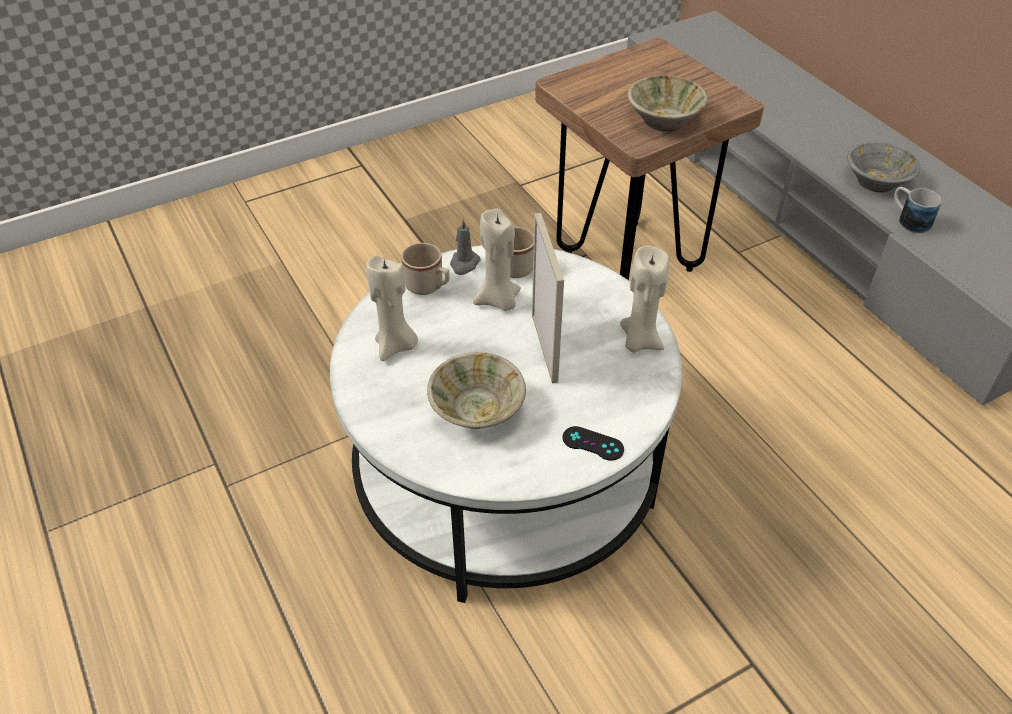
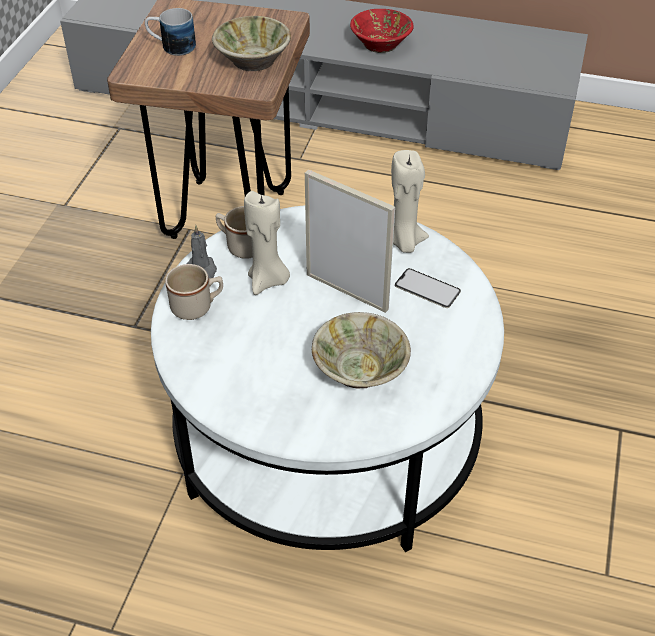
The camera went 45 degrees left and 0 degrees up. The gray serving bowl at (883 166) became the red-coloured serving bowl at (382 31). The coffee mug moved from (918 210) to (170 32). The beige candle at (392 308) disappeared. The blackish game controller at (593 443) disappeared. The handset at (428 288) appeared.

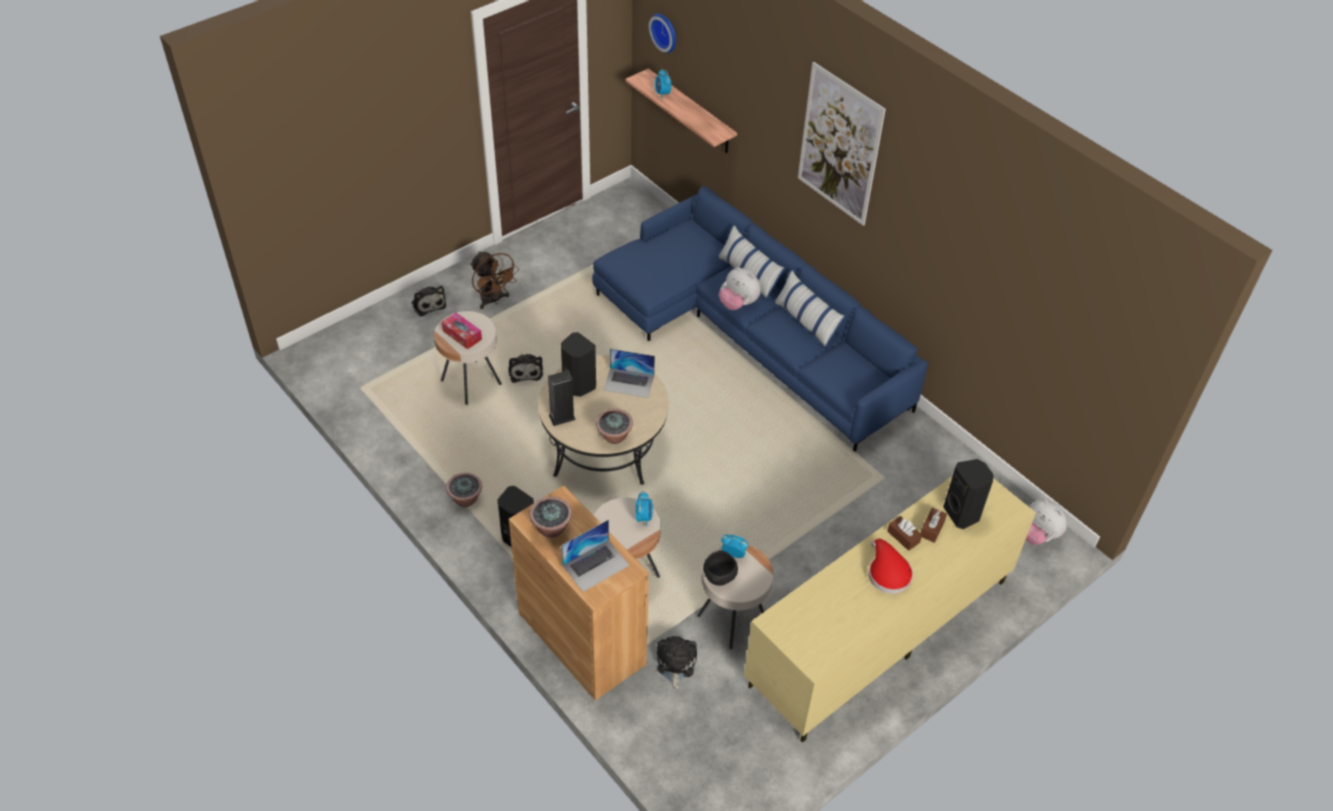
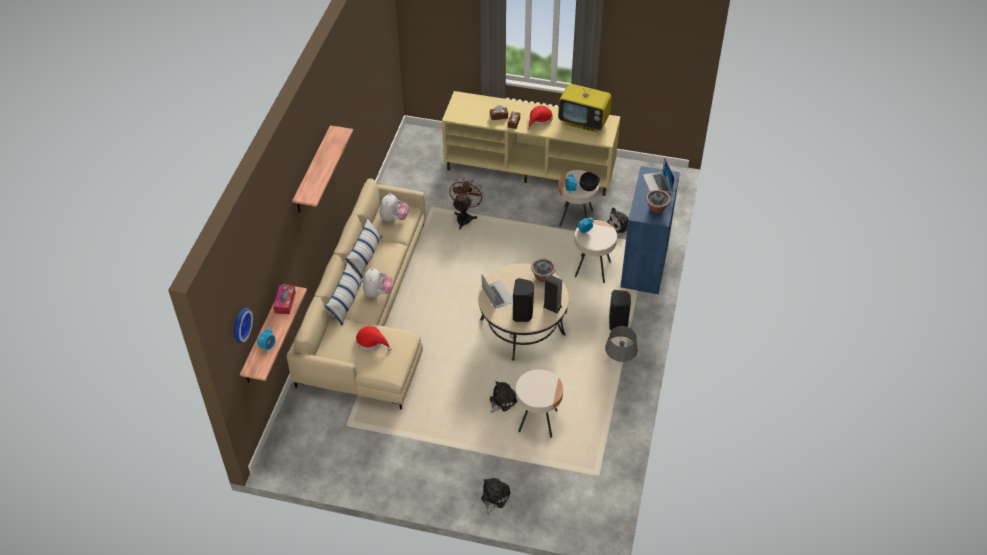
The camera went 125 degrees left and 0 degrees up. The picture at (842 144) was replaced by the shelf at (322 169). The blue-coloured settee at (760 319) became the beige settee at (356 294). The brownish electric fan moved from (494 280) to (466 203). The tissue box moved from (461 331) to (284 299). The blackish speaker at (968 494) disappeared. The houseplant at (464 490) was replaced by the gray tabletop lamp at (621 344). The brownish cabinet at (579 593) became the blue-coloured cabinet at (650 230). The cuddly toy moved from (1047 522) to (394 207). The laptop at (595 555) turned 120 degrees counterclockwise. The TV set at (585 104) appeared. The red-coloured clothing hat at (374 338) appeared.

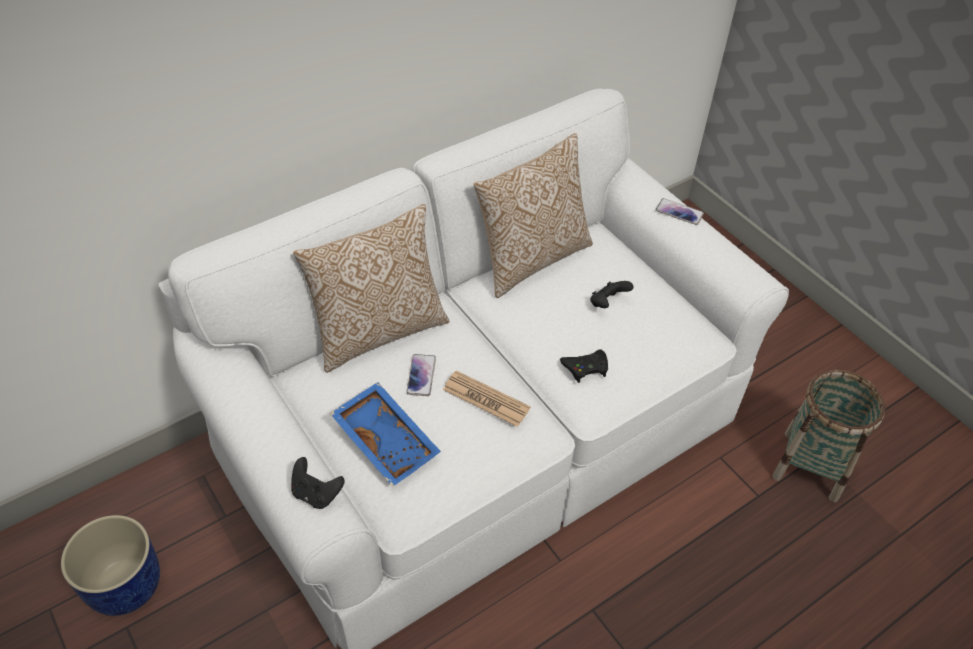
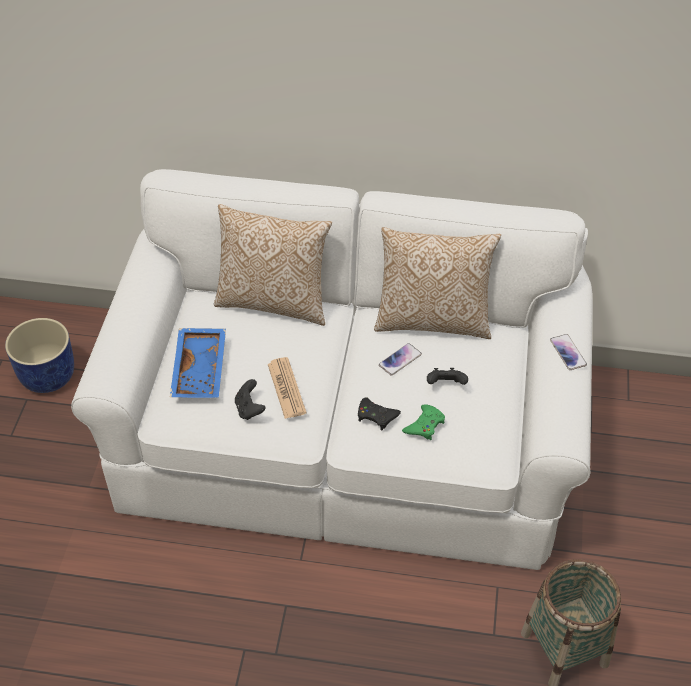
The camera went 45 degrees right and 0 degrees up. The handset moved from (421 375) to (400 359). The blackish game controller moved from (317 483) to (250 399). The green game controller at (423 422) appeared.

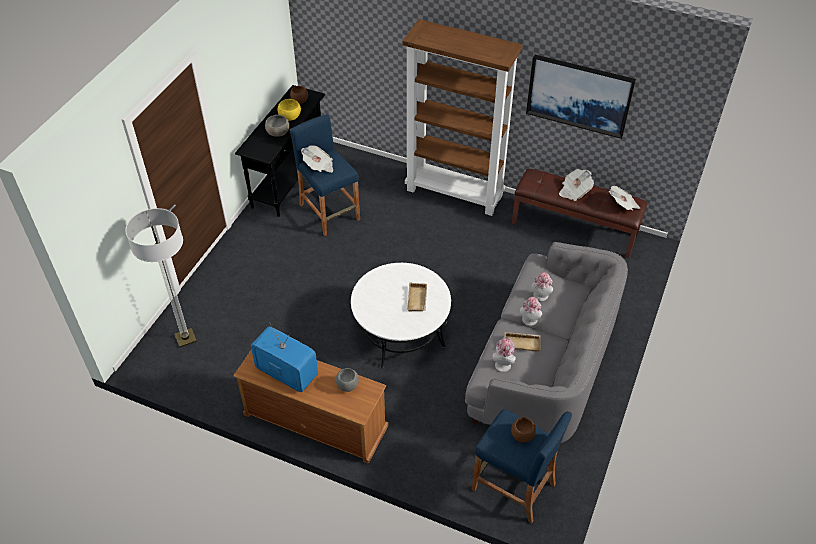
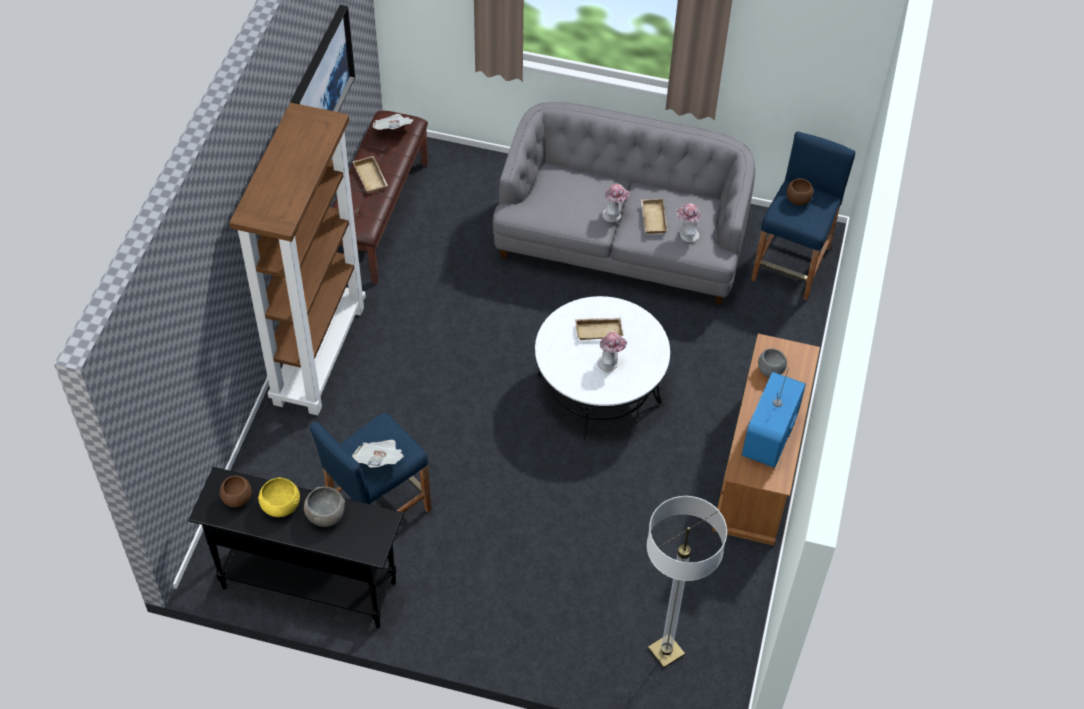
The camera went 100 degrees left and 5 degrees up. The newspaper at (576 185) was replaced by the beige serving tray at (370 175). The clothing hat moved from (542 286) to (612 351).

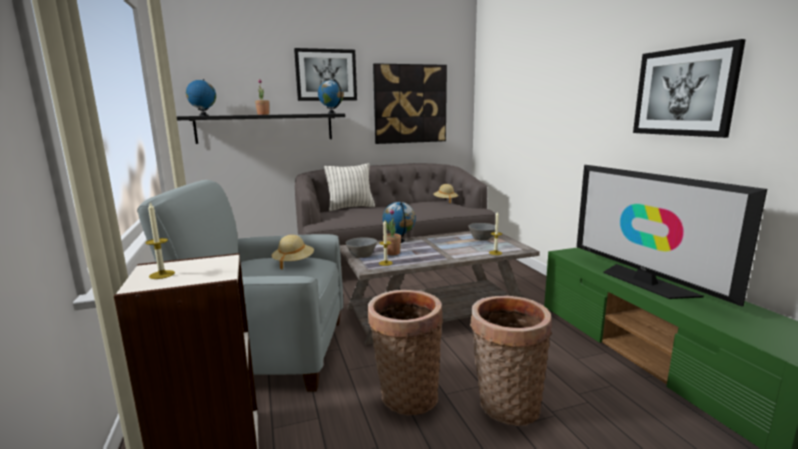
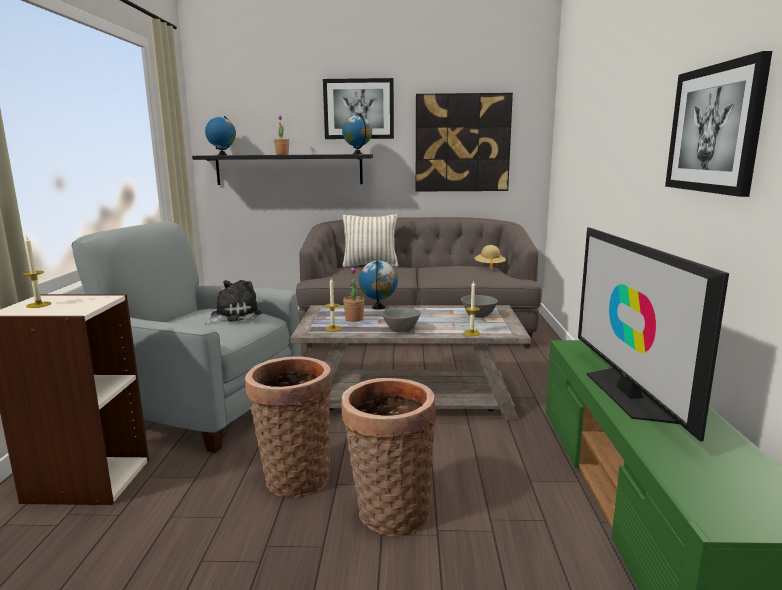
The camera went 20 degrees right and 0 degrees up. The beige clothing hat at (293 252) was replaced by the cuddly toy at (233 302). The gray serving bowl moved from (361 247) to (401 320).

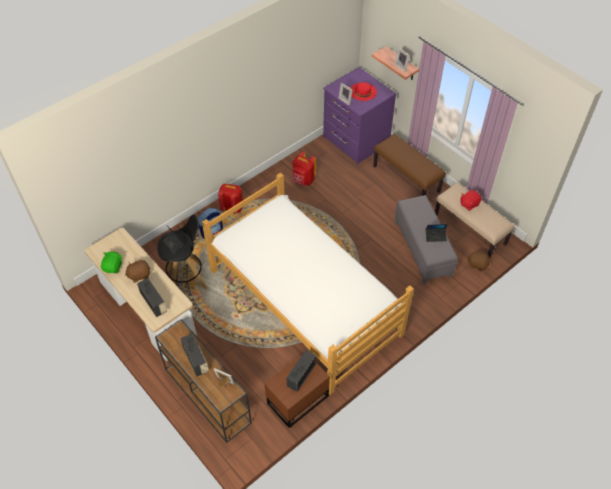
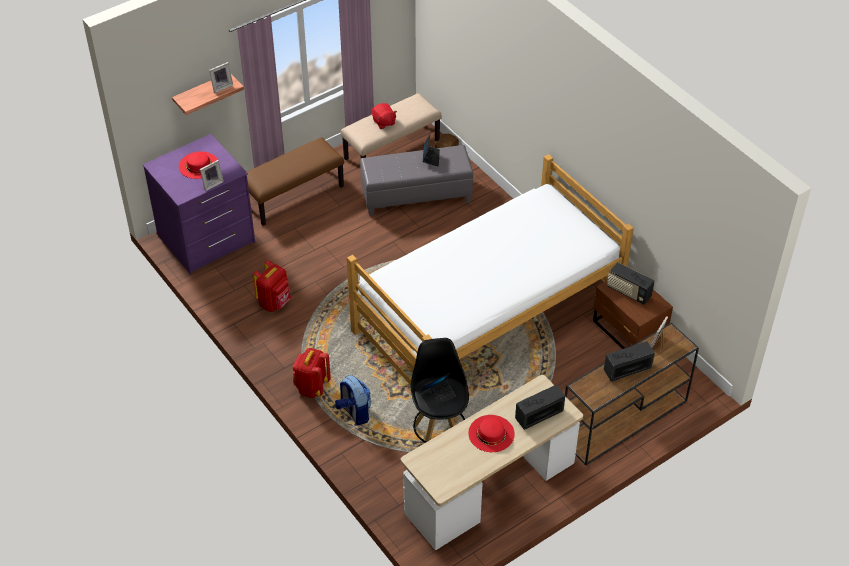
The camera went 85 degrees left and 5 degrees down. The green cuddly toy at (111 262) disappeared. The brownish cuddly toy at (137 271) was replaced by the red-coloured clothing hat at (491 433).

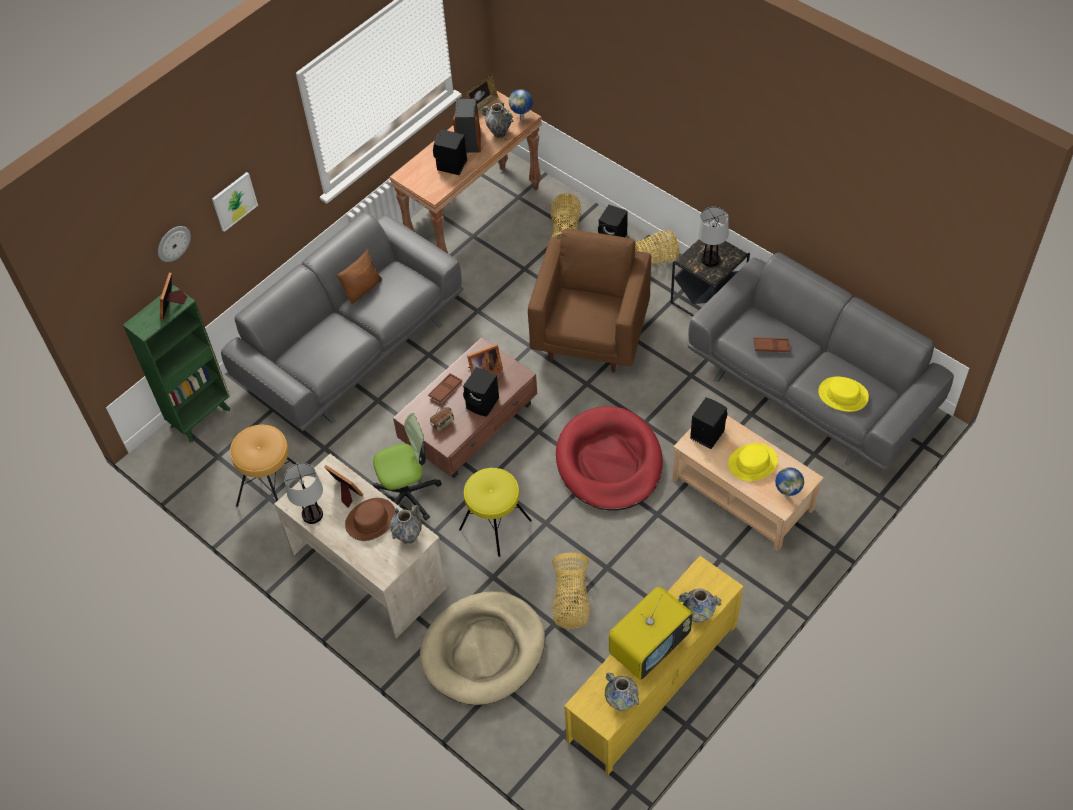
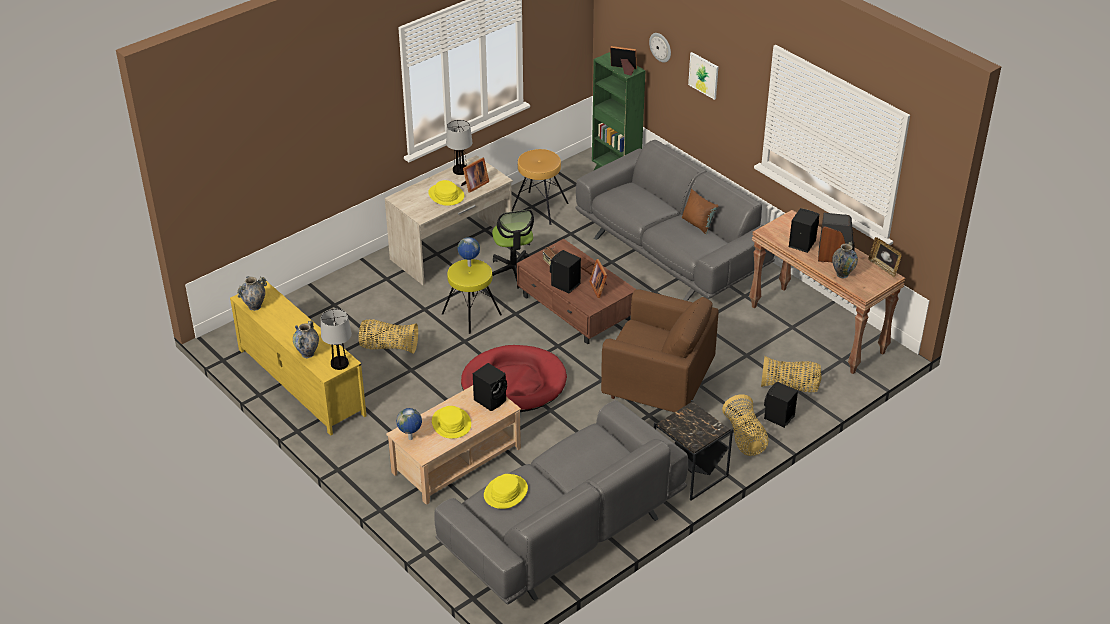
The camera went 95 degrees right and 15 degrees down. The desk globe moved from (521 105) to (468 252). The tabletop lamp moved from (713 237) to (336 339). The brownish serving tray at (772 344) disappeared. The brownish clothing hat at (370 519) became the yellow-coloured clothing hat at (446 193). The decorative vase at (406 524) disappeared. The TV set at (651 633) disappeared. The beige dog bed at (482 648) disappeared.

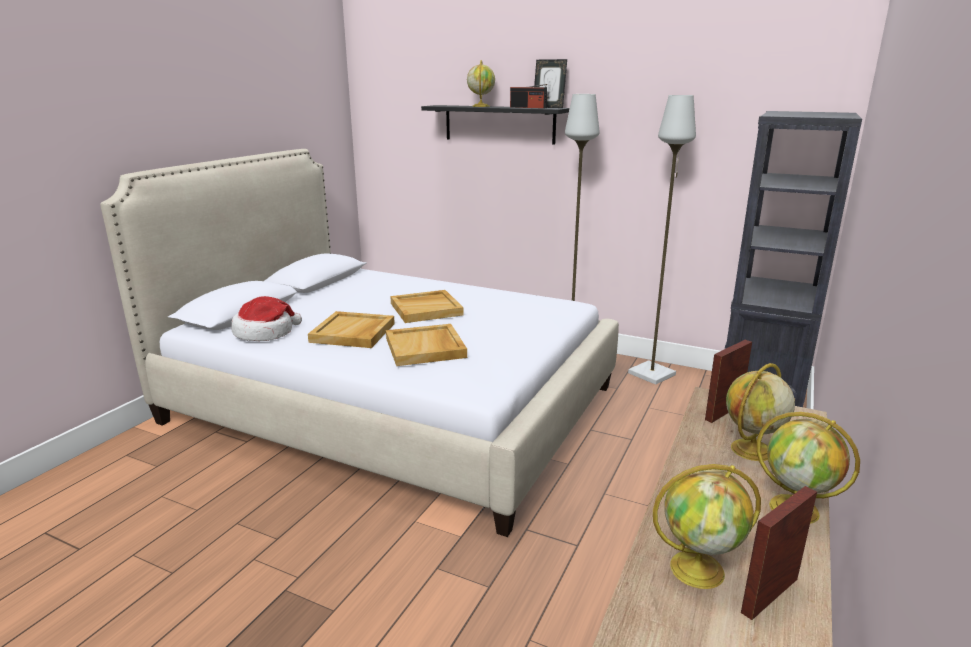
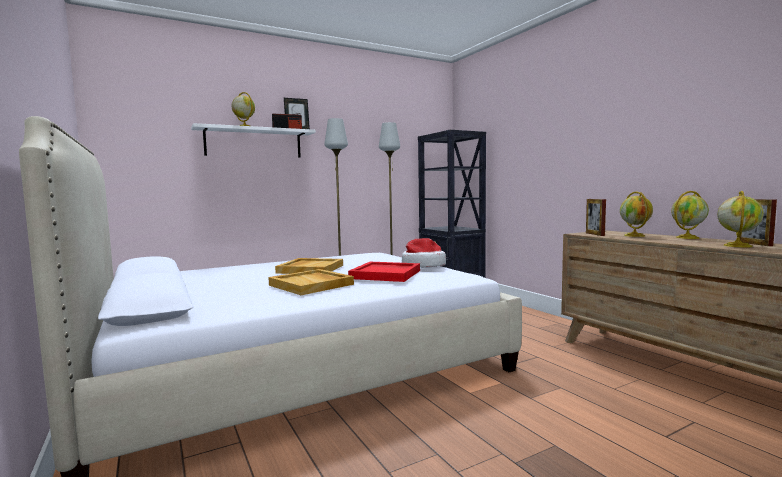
The camera went 55 degrees left and 15 degrees down. The blackish shelf at (495 124) became the white-coloured shelf at (253 140). The clothing hat moved from (266 318) to (424 253). The beige serving tray at (426 345) became the red-coloured serving tray at (384 272).

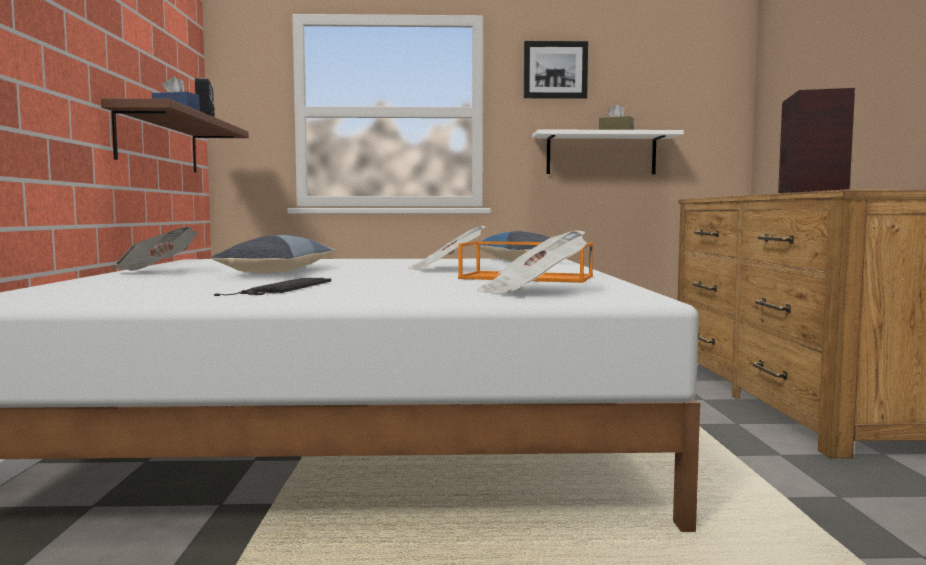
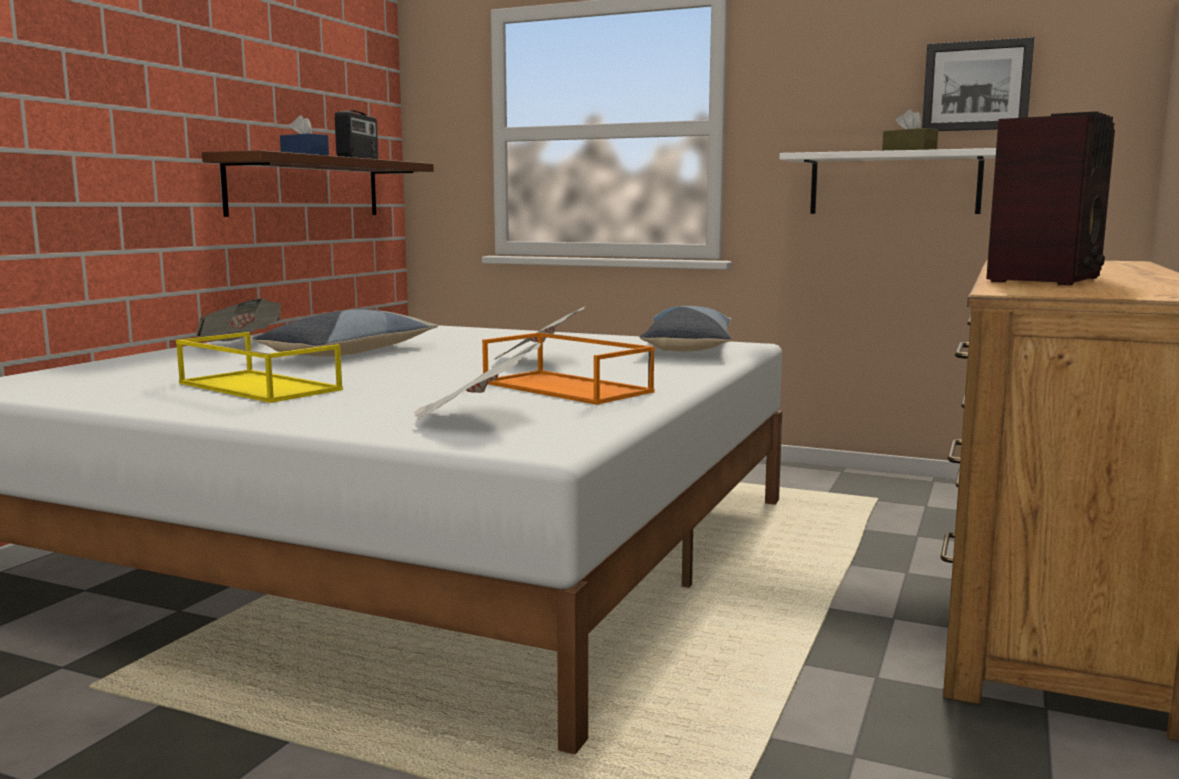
The camera went 25 degrees right and 5 degrees up. The picture moved from (556 70) to (978 84). The PC keyboard at (272 287) was replaced by the yellow-coloured serving tray at (259 367).

